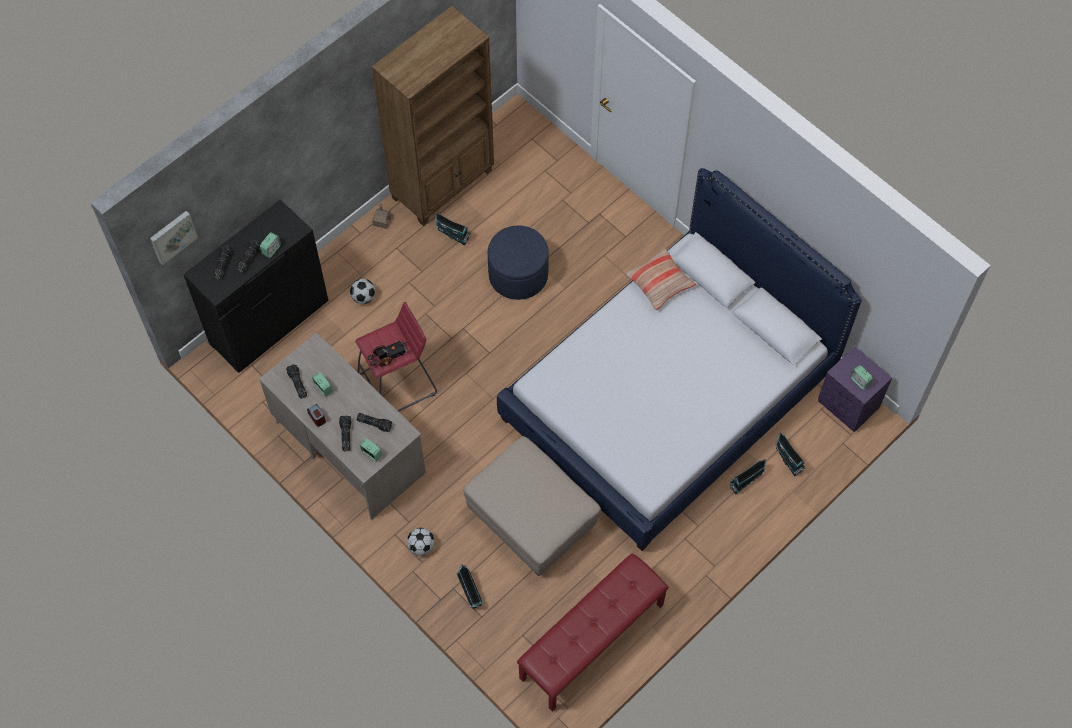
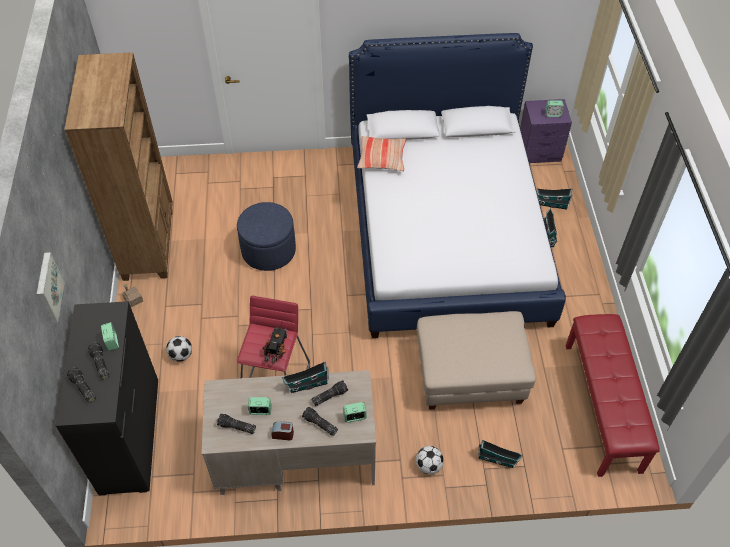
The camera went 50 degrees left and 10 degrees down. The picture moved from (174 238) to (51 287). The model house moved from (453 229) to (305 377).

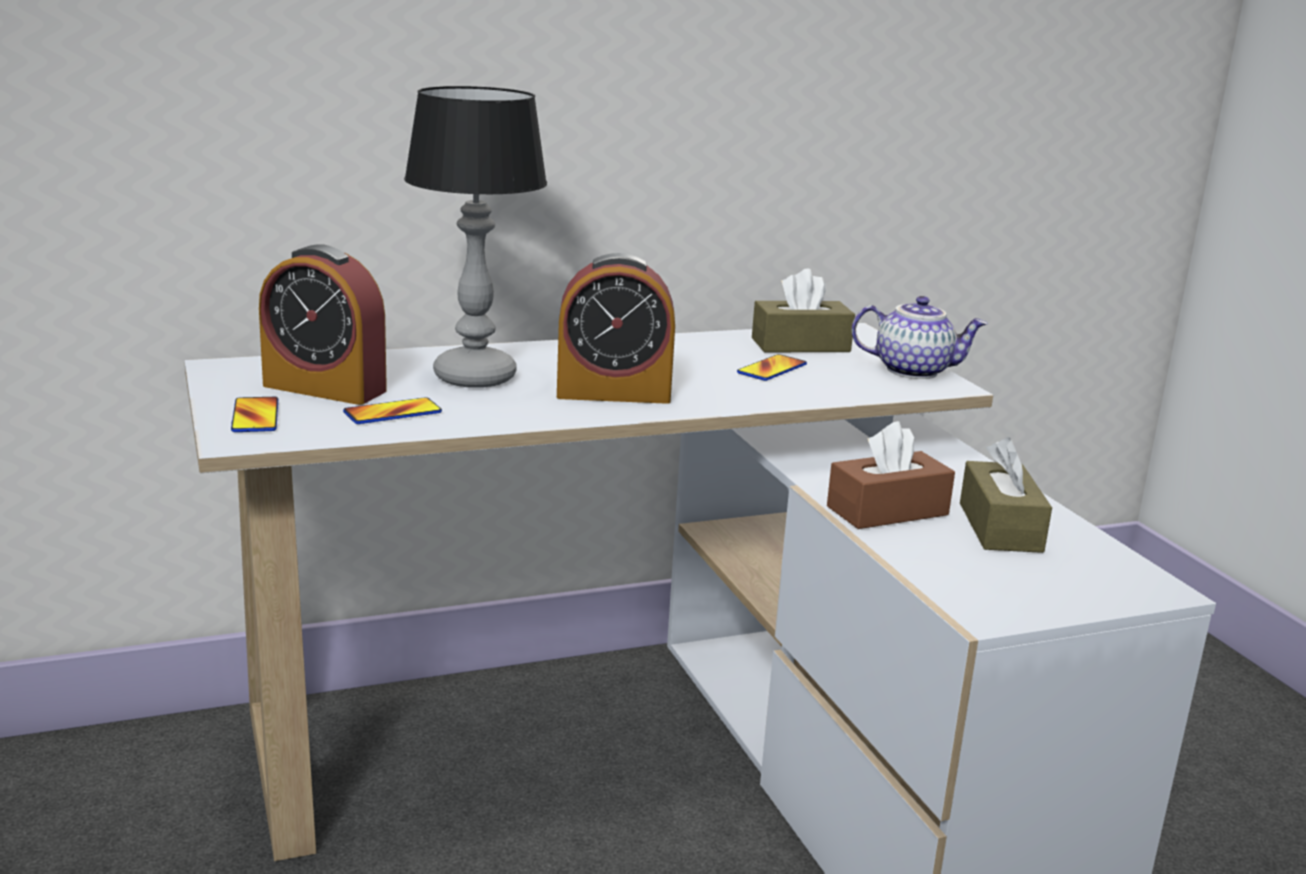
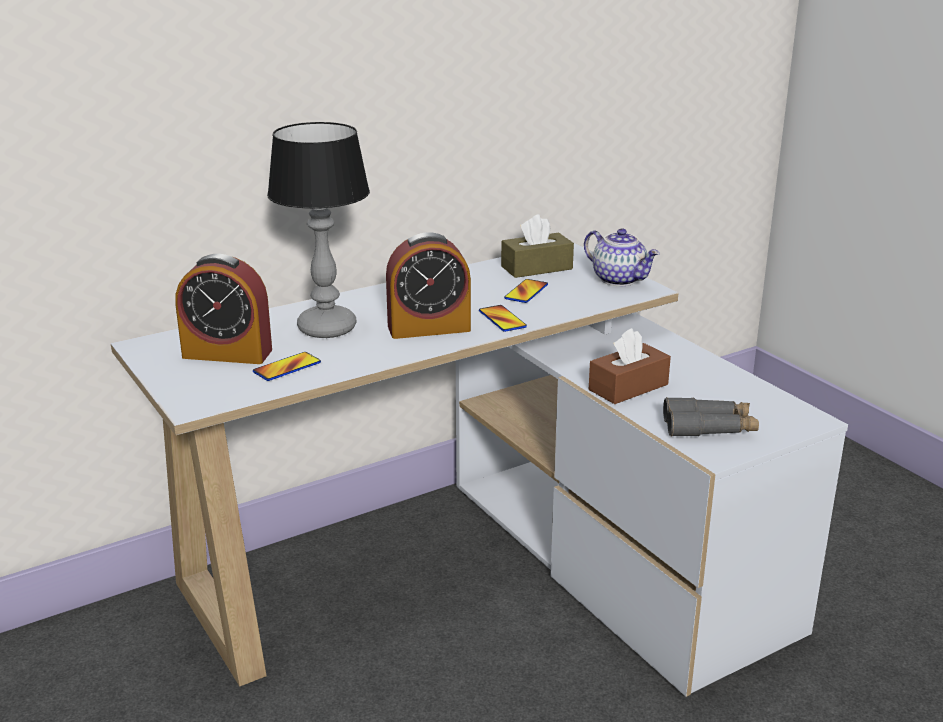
The camera went 10 degrees left and 5 degrees up. The pot for tea at (920 337) turned 45 degrees clockwise. The handset moved from (254 414) to (503 318). The brownish tissue box at (1006 495) disappeared. The gray field glasses at (711 417) appeared.

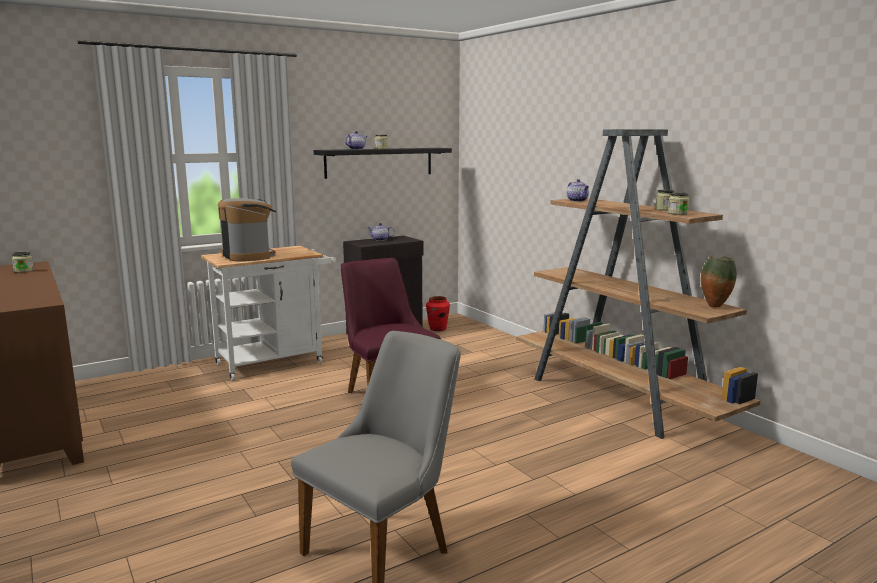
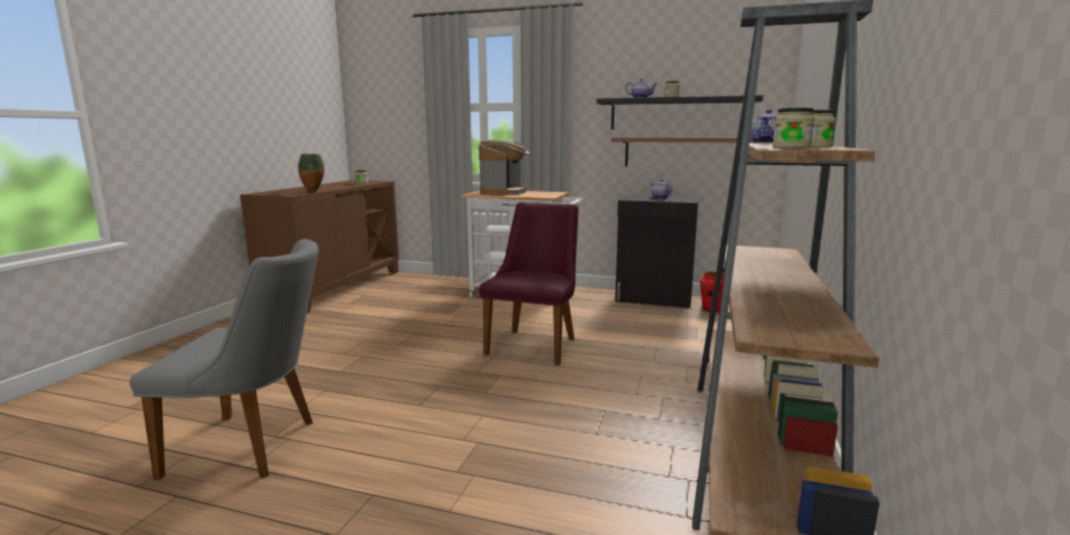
The camera went 50 degrees right and 0 degrees up. The decorative vase moved from (719 282) to (311 172). The shelf at (683 151) appeared.

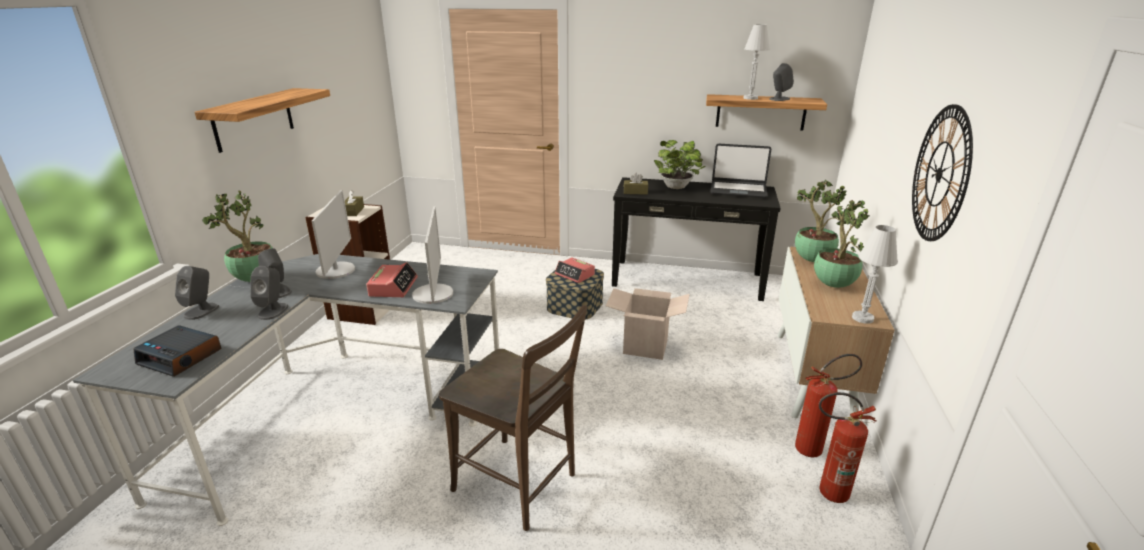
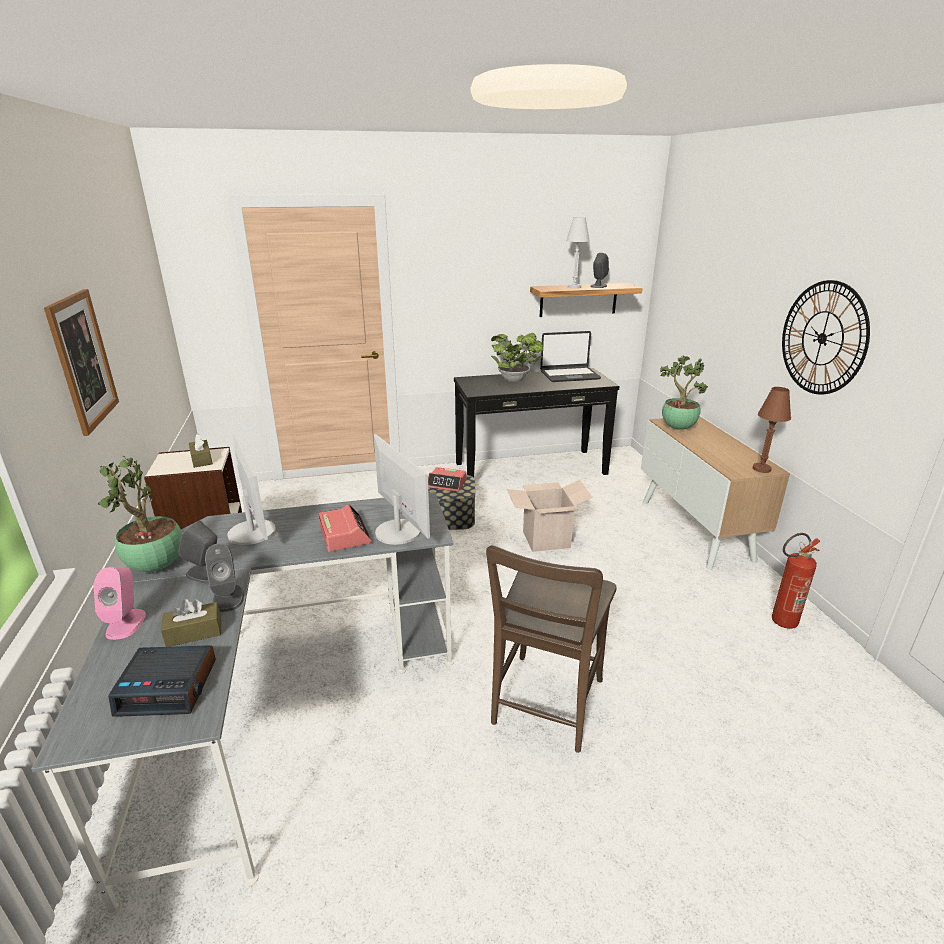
The camera went 25 degrees left and 0 degrees up. The shelf at (262 120) was replaced by the picture at (81 362). The brownish tissue box moved from (636 184) to (191 623). The houseplant at (842 244) disappeared. The white-coloured tabletop lamp at (875 274) became the brownish tabletop lamp at (771 430). The gray speaker at (197 293) became the pink-coloured speaker at (119 603). The brownish plain chair at (513 418) turned 105 degrees clockwise. The fire extinguisher at (828 405) disappeared.

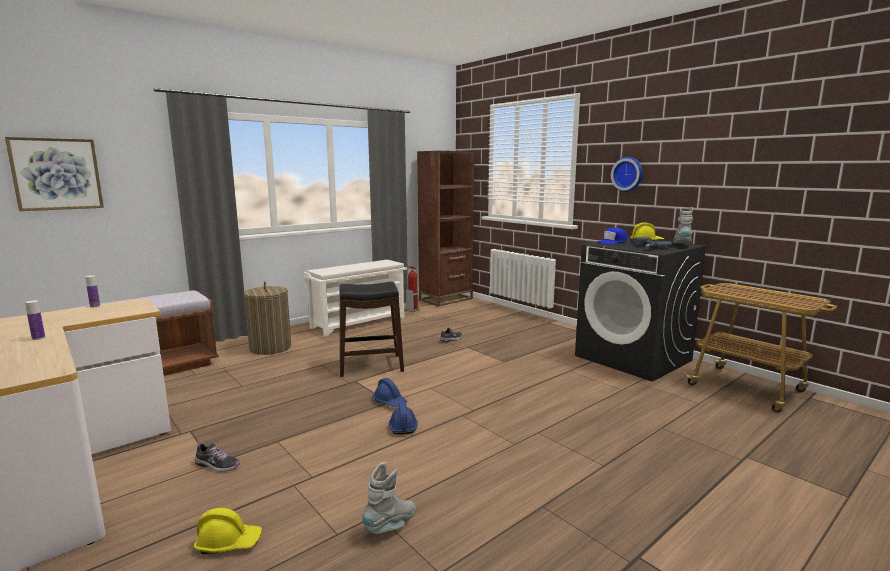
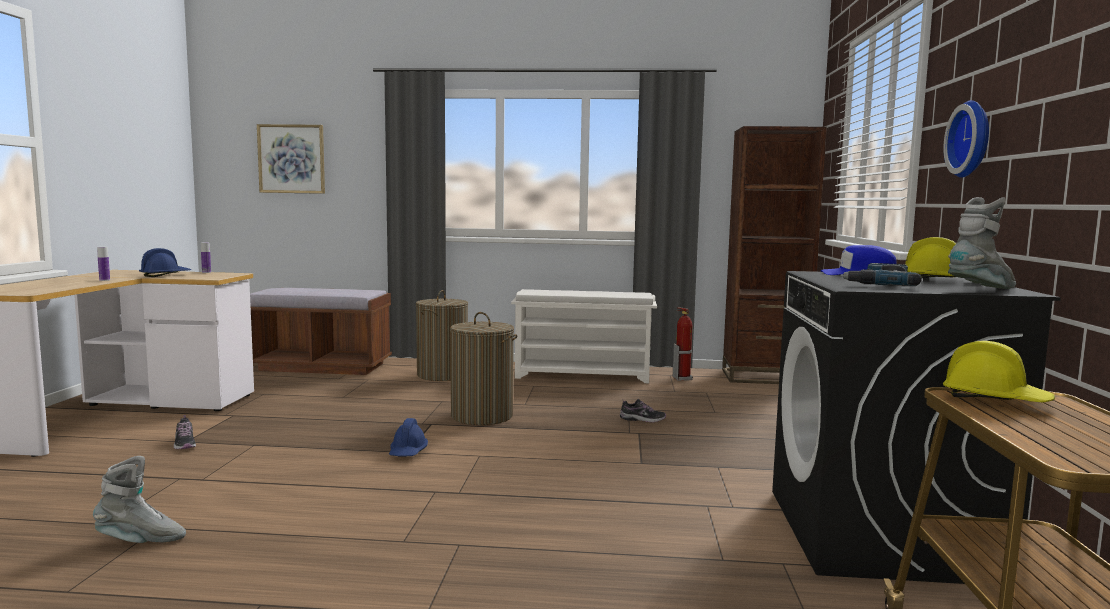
The camera went 45 degrees right and 5 degrees down. The blackish stool at (371 329) was replaced by the hamper at (483 368). The blue-coloured hard hat moved from (403 418) to (165 262). The yellow-coloured hard hat moved from (228 531) to (999 371).

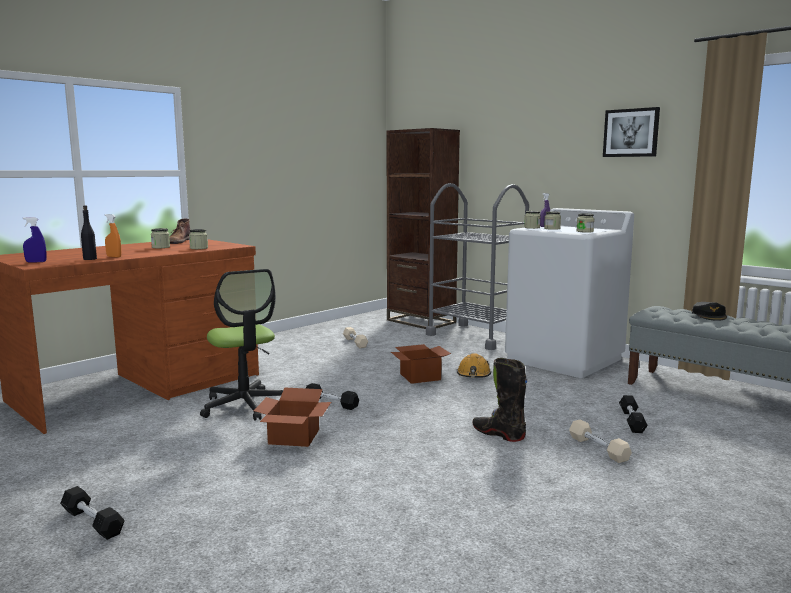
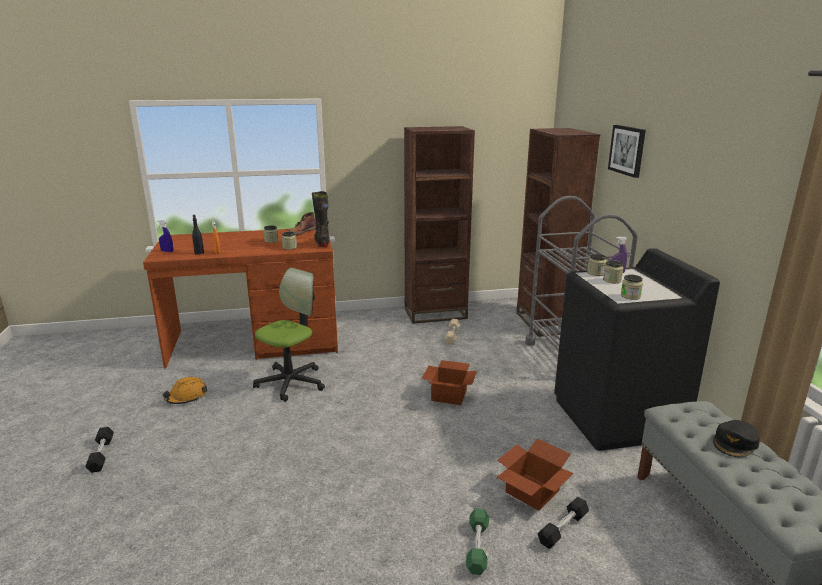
The camera went 35 degrees right and 10 degrees up. The picture moved from (631 132) to (627 151). The white-coloured laundry machine at (569 293) became the blackish laundry machine at (637 349). The computer chair at (241 345) turned 150 degrees counterclockwise. The orange-coloured hard hat moved from (474 365) to (185 390). The blackish boot moved from (500 400) to (321 219). The blackish dumbbell at (332 396) disappeared. The carton moved from (292 417) to (535 474). The beige dumbbell at (600 441) became the green dumbbell at (477 541). The brownish bookcase at (439 225) appeared.

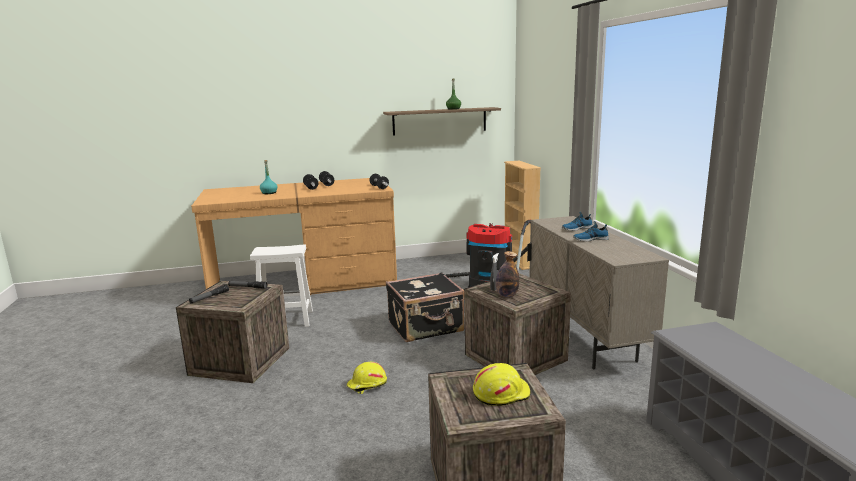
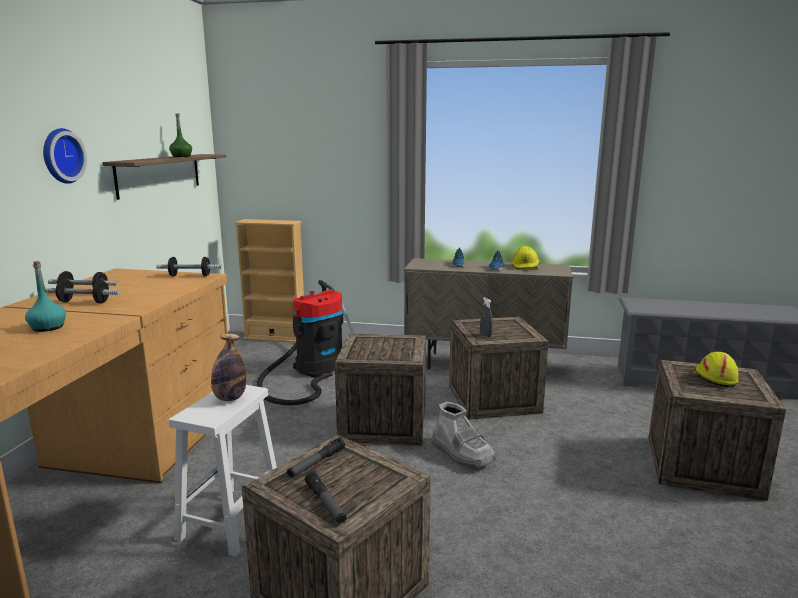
The camera went 65 degrees left and 0 degrees up. The bottle moved from (507 274) to (228 367). The blackish piece of luggage at (425 307) was replaced by the packing crate at (380 389). The yellow-coloured hard hat moved from (367 378) to (526 258). The hanging clock at (65 156) appeared. The gray boot at (463 435) appeared.

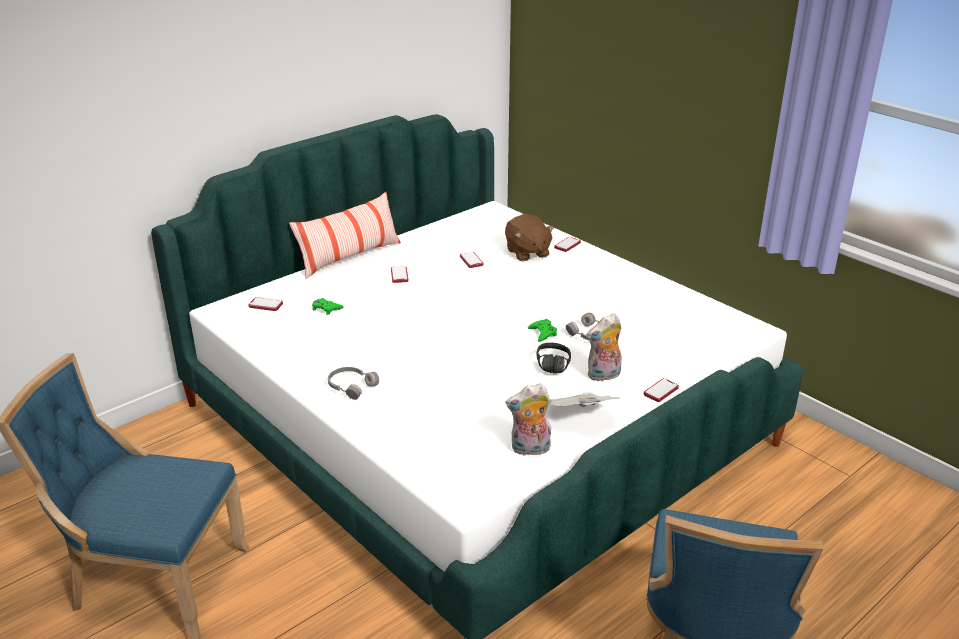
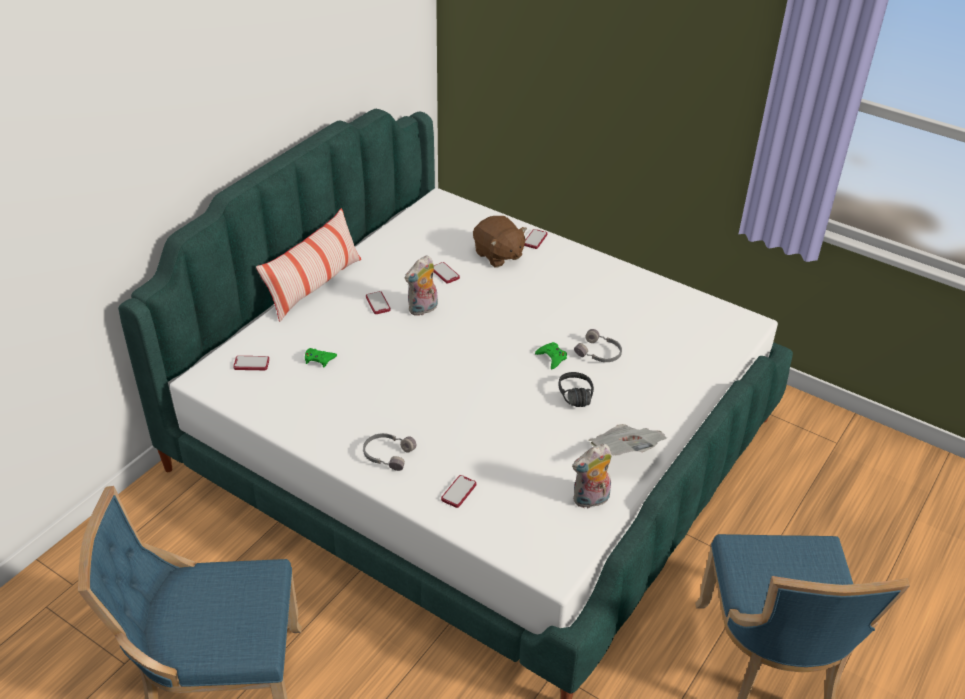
The camera went 15 degrees left and 10 degrees up. The cuddly toy moved from (604 347) to (421 285). The handset moved from (661 390) to (458 491).

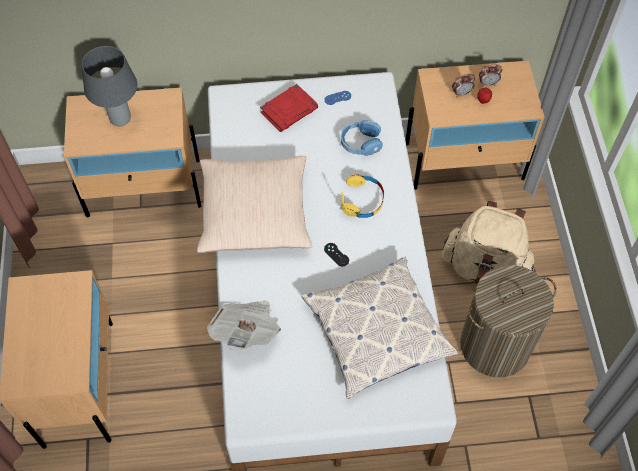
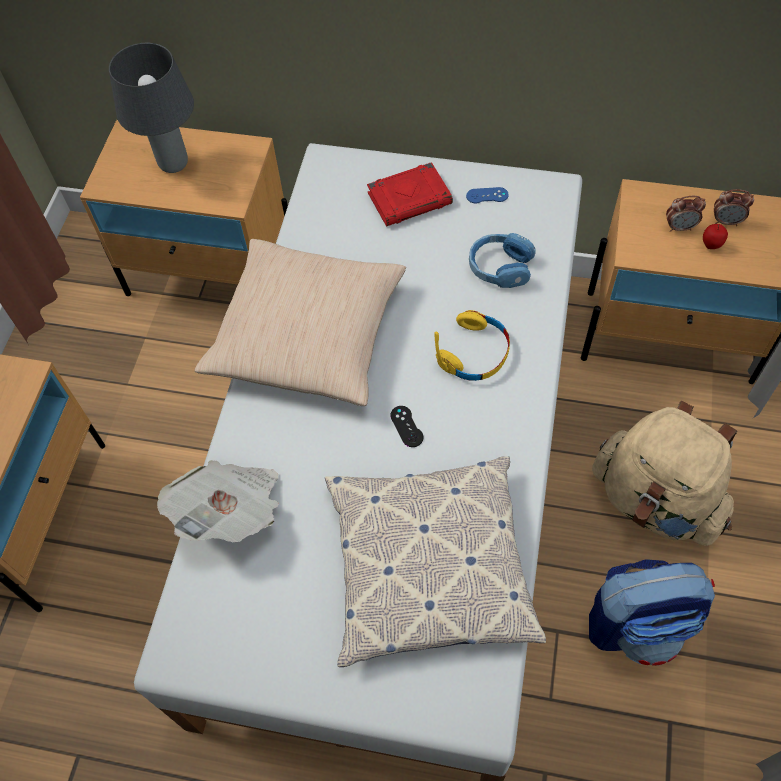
The camera went 20 degrees right and 0 degrees up. The hamper at (508 321) was replaced by the rucksack at (652 613).

